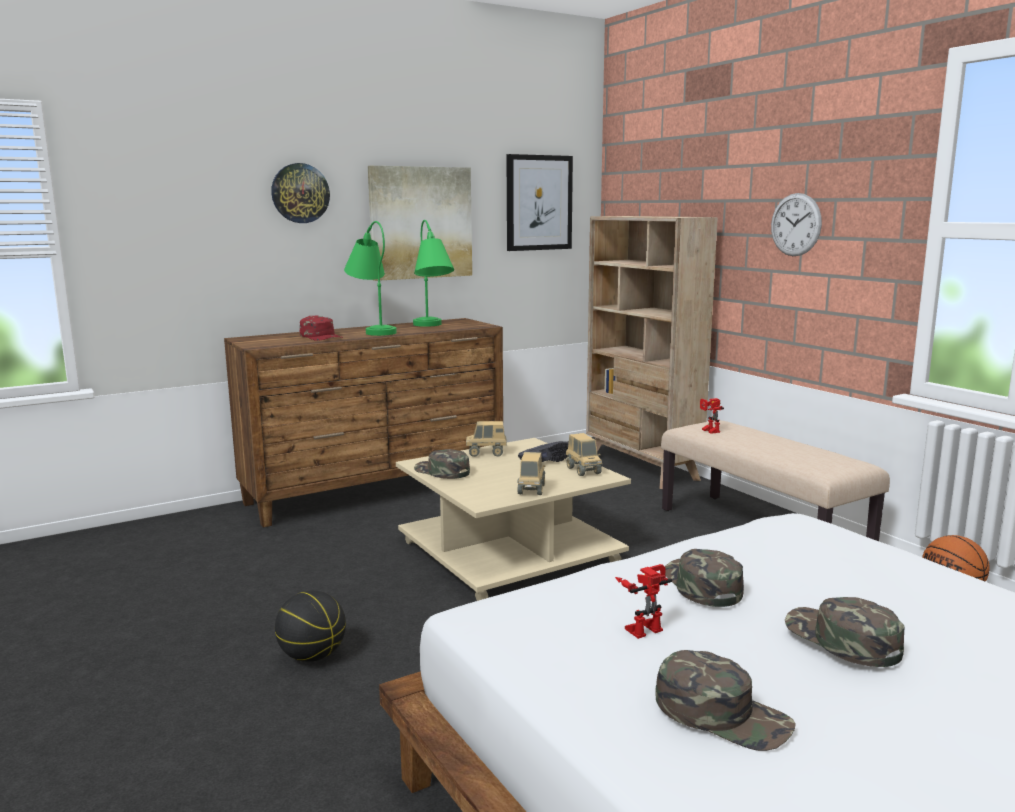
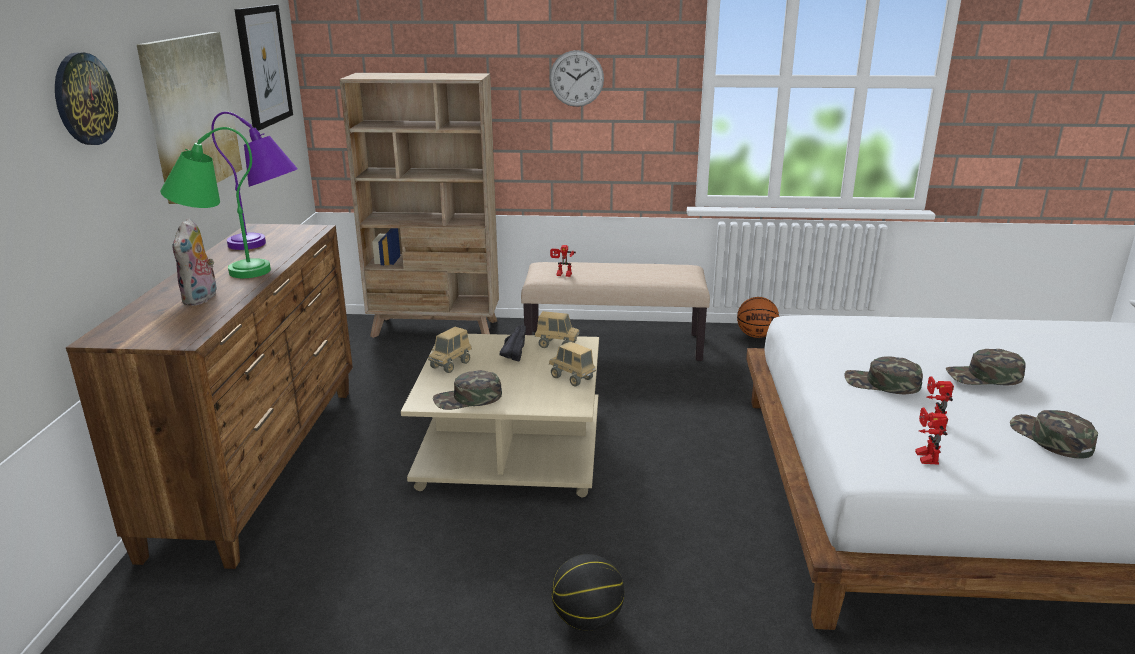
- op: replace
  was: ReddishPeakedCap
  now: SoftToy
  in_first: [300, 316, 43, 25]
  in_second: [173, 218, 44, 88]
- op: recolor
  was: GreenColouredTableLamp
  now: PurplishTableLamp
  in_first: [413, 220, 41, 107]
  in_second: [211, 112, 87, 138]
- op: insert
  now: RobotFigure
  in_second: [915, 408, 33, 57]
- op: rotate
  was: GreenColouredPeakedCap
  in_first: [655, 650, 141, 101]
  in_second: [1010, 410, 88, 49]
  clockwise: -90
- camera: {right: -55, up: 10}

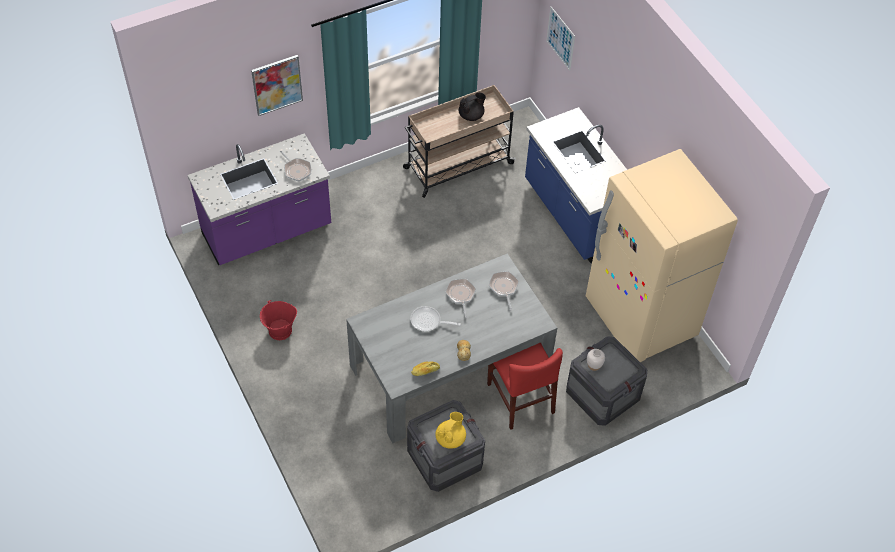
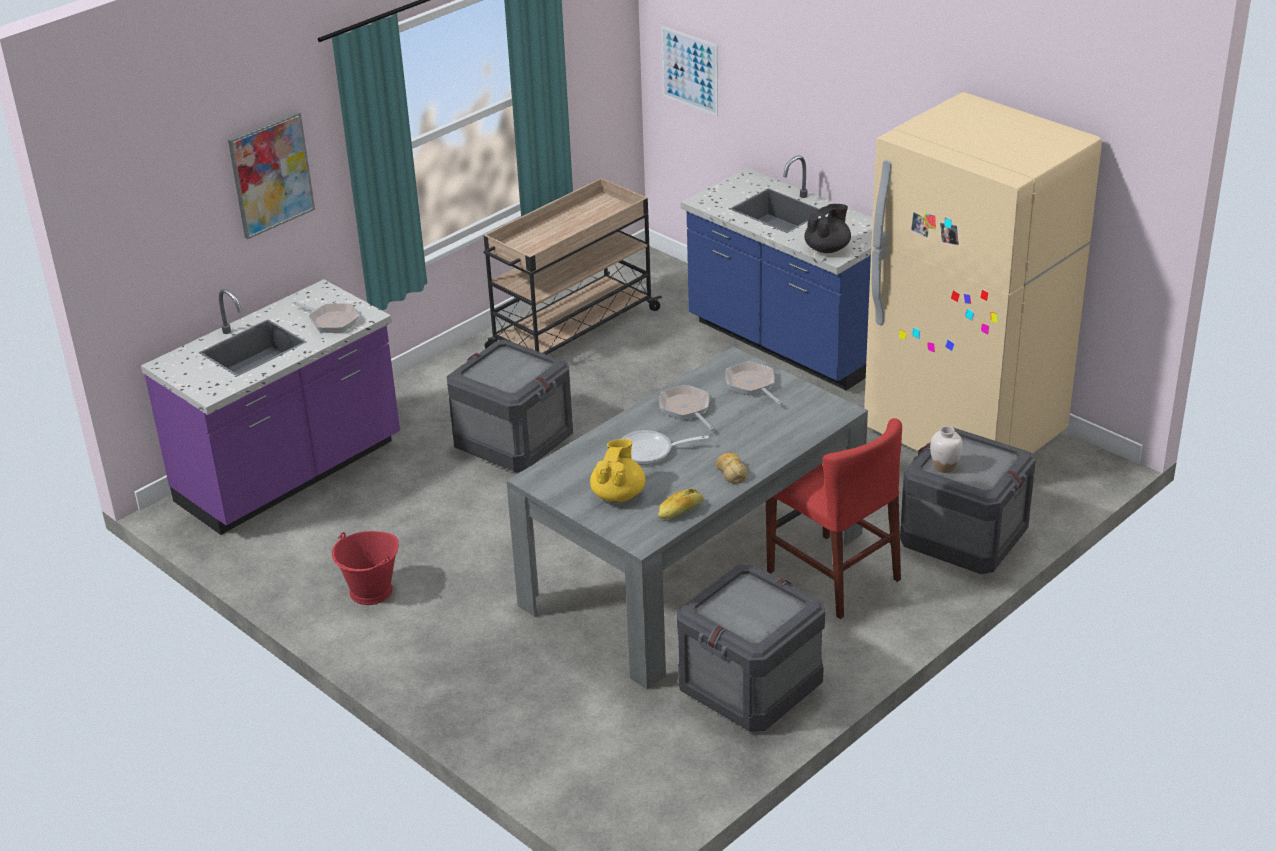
- op: insert
  now: PackingCrate
  in_second: [447, 340, 126, 132]
- op: move
  was: YellowTeapot
  in_first: [435, 412, 31, 37]
  in_second: [590, 439, 56, 63]
- op: move
  was: BlackTeapot
  in_first: [459, 92, 27, 29]
  in_second: [804, 204, 47, 49]
- camera: {right: -15, up: -20}

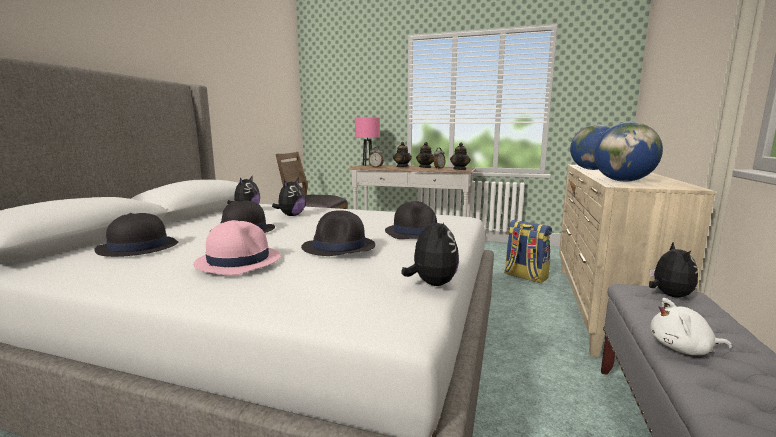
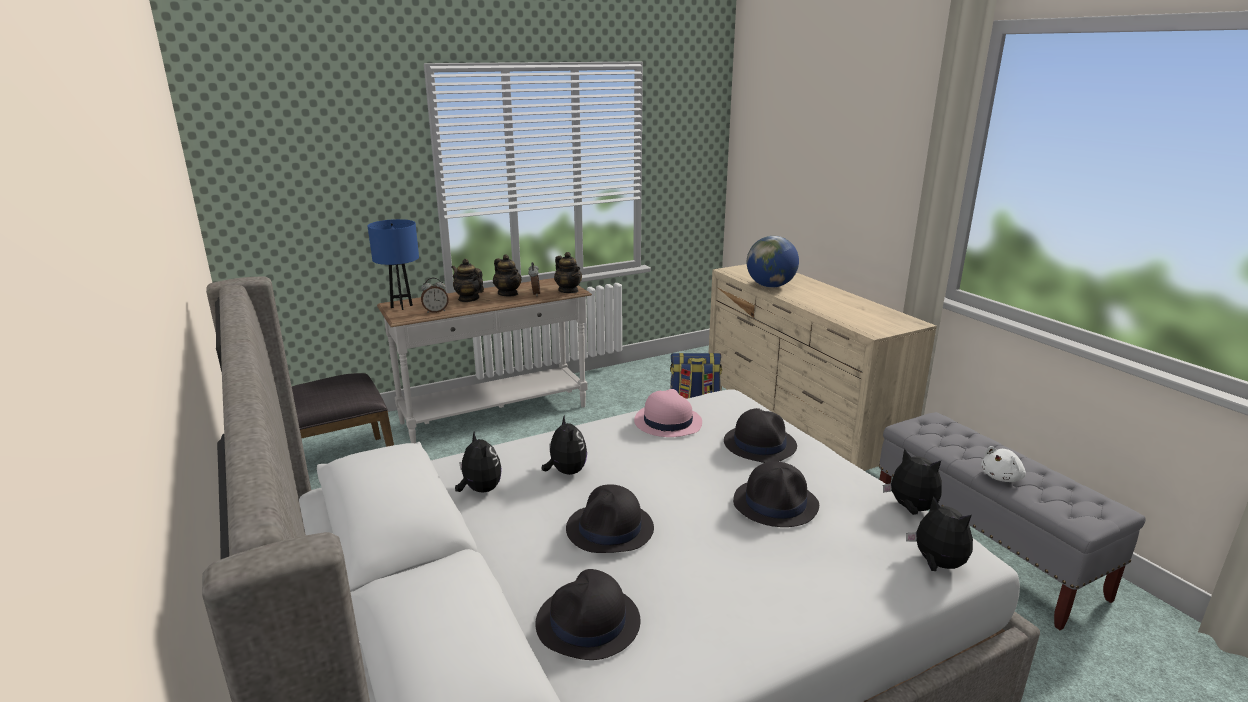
- op: recolor
  was: PinkColouredTableLamp
  now: BlueTableLamp
  in_first: [355, 117, 25, 49]
  in_second: [368, 219, 51, 91]
- op: move
  was: PinkColouredHat
  in_first: [193, 220, 88, 55]
  in_second: [634, 389, 68, 48]
- op: move
  was: SoftToy
  in_first: [649, 242, 49, 56]
  in_second: [906, 496, 67, 75]
- op: delete
  was: WorldGlobe
  in_first: [594, 122, 69, 60]
- camera: {right: -45, up: 10}

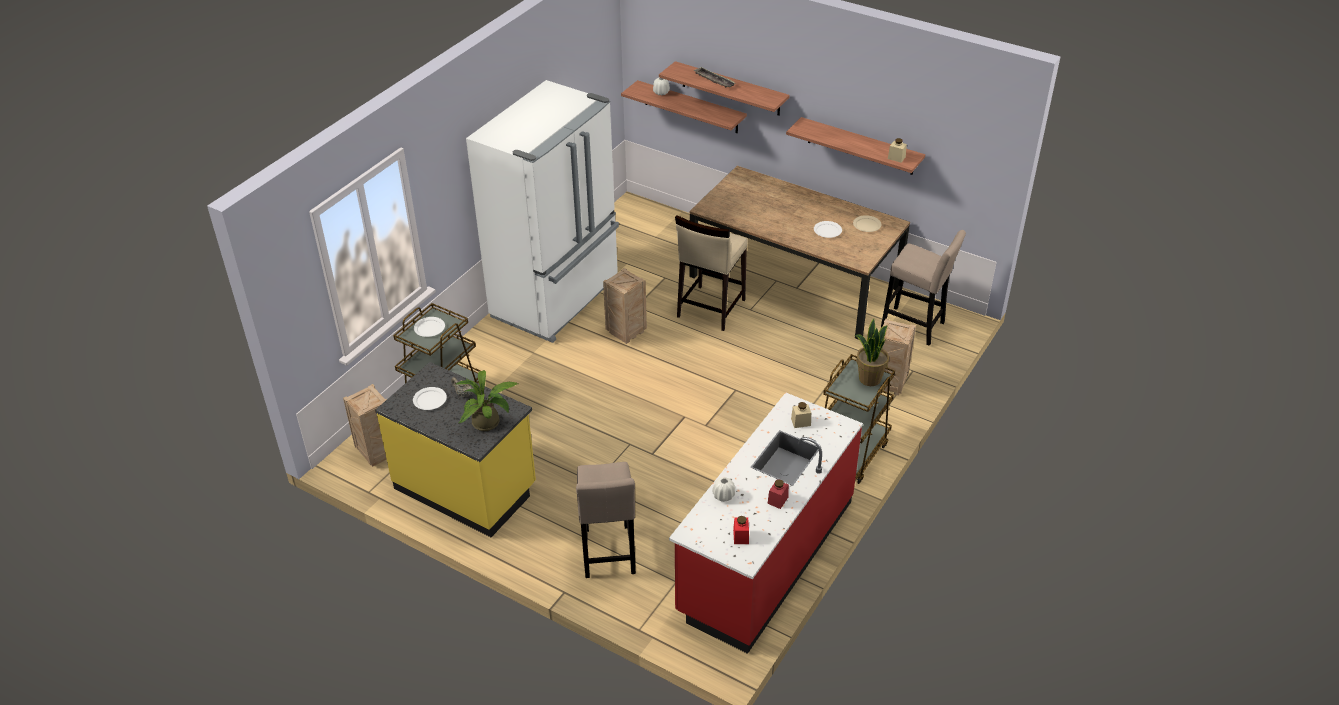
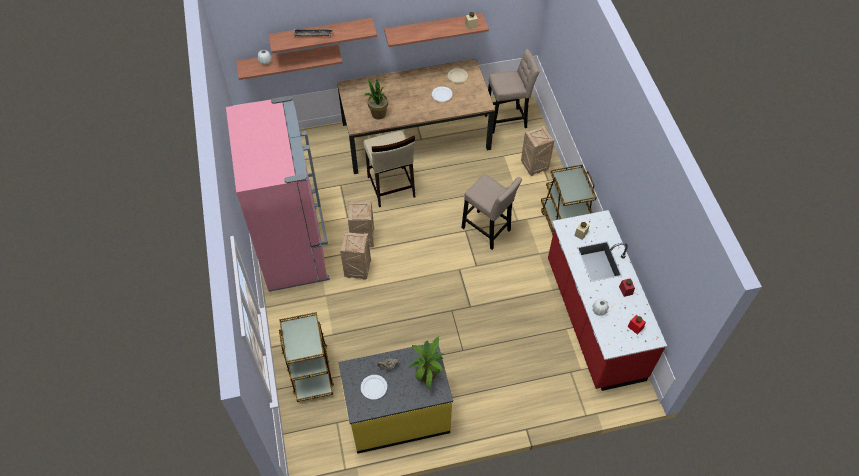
- op: recolor
  was: WhiteKitchenFridge
  now: PinkColouredKitchenFridge
  in_first: [466, 80, 153, 263]
  in_second: [226, 96, 104, 196]
- op: move
  was: PackingCrate
  in_first: [343, 384, 44, 83]
  in_second: [340, 231, 31, 49]
- op: move
  was: PlantInAPot
  in_first: [855, 319, 34, 67]
  in_second: [365, 78, 23, 41]
- op: move
  was: BeigeColouredStool
  in_first: [576, 462, 60, 116]
  in_second: [461, 174, 61, 76]
- op: delete
  was: WhiteDinnerPlate
  in_first: [414, 317, 31, 20]
- camera: {right: -45, up: 15}

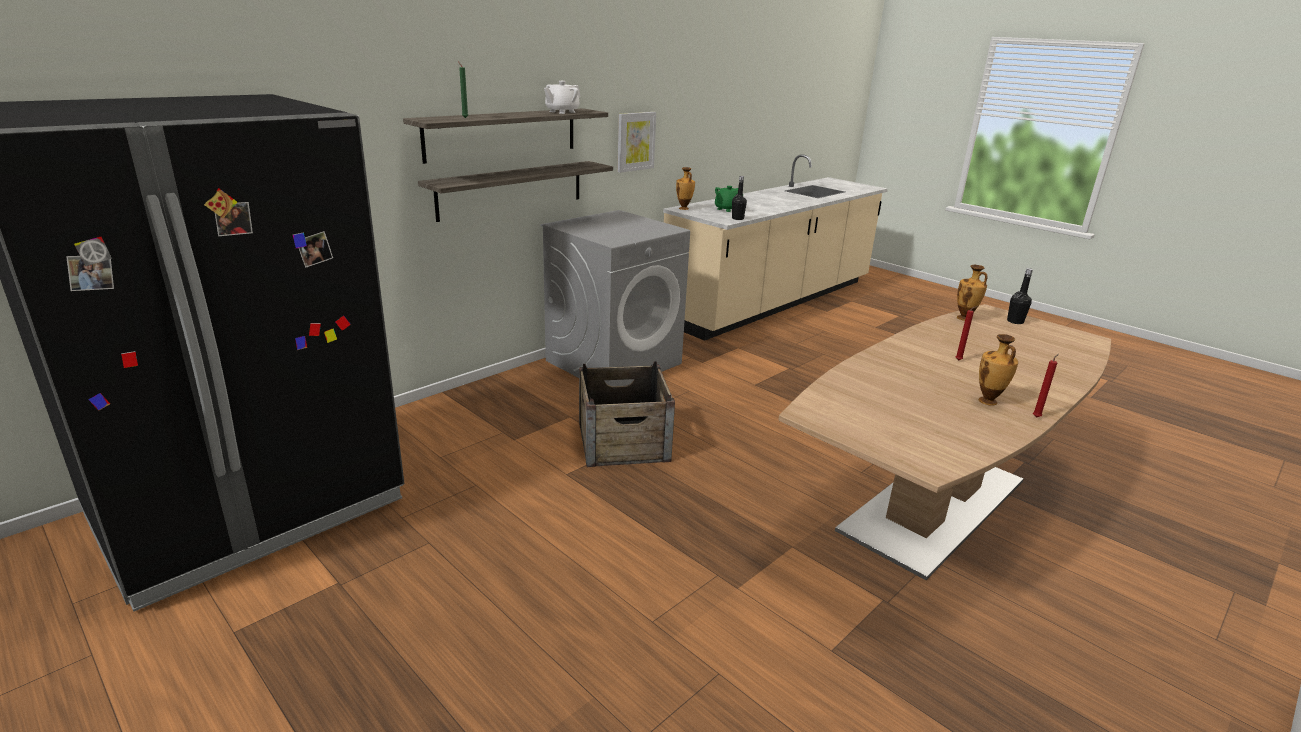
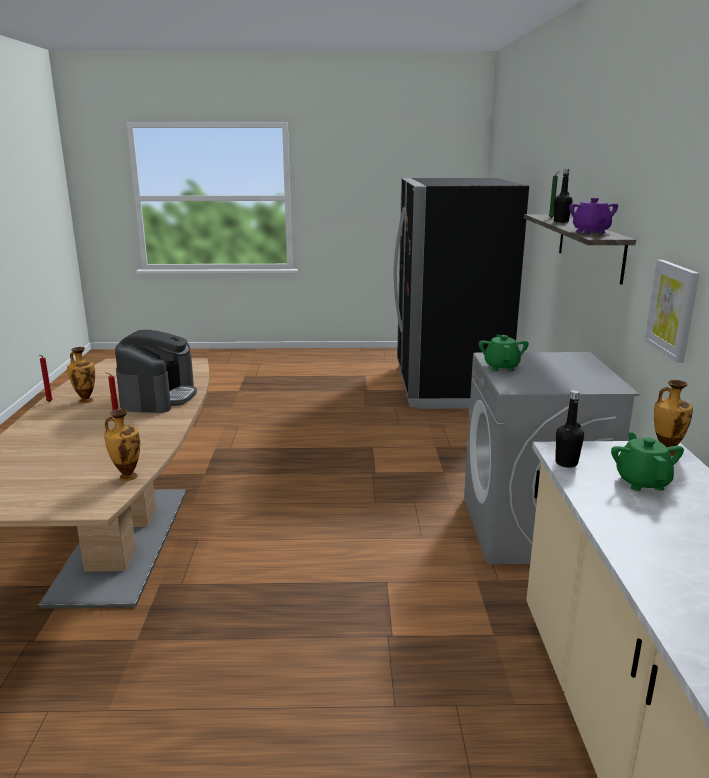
- op: insert
  now: CoffeeBrewer
  in_second: [115, 330, 82, 83]
- op: insert
  now: GreenColouredTeapot
  in_second: [478, 335, 51, 36]
- op: move
  was: BlackBottle
  in_first: [1007, 268, 26, 56]
  in_second: [554, 169, 19, 54]
- op: recolor
  was: WhiteTeapot
  now: PurplishTeapot
  in_first: [544, 81, 37, 33]
  in_second: [569, 197, 49, 37]
- op: delete
  was: WallShelf
  in_first: [418, 161, 195, 61]
- op: delete
  was: PackingCrate
  in_first: [579, 361, 96, 106]
- camera: {right: 135, up: -5}

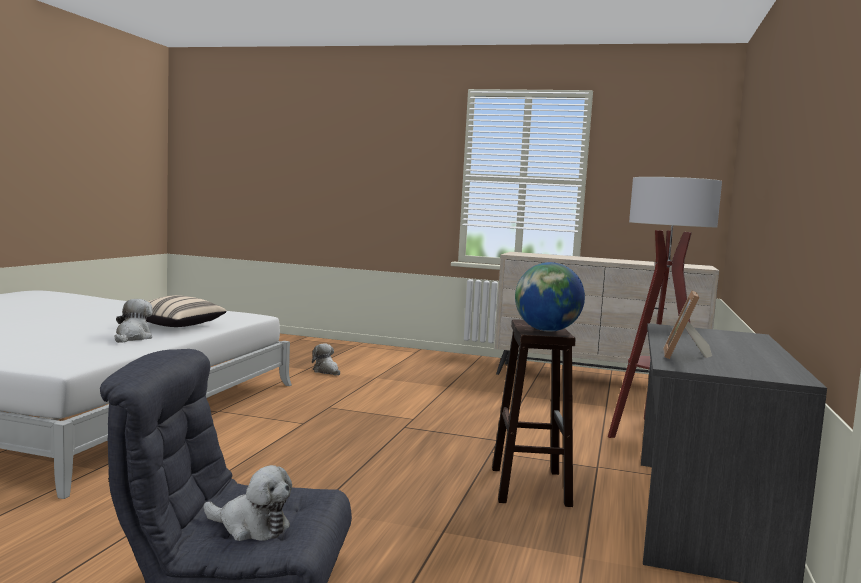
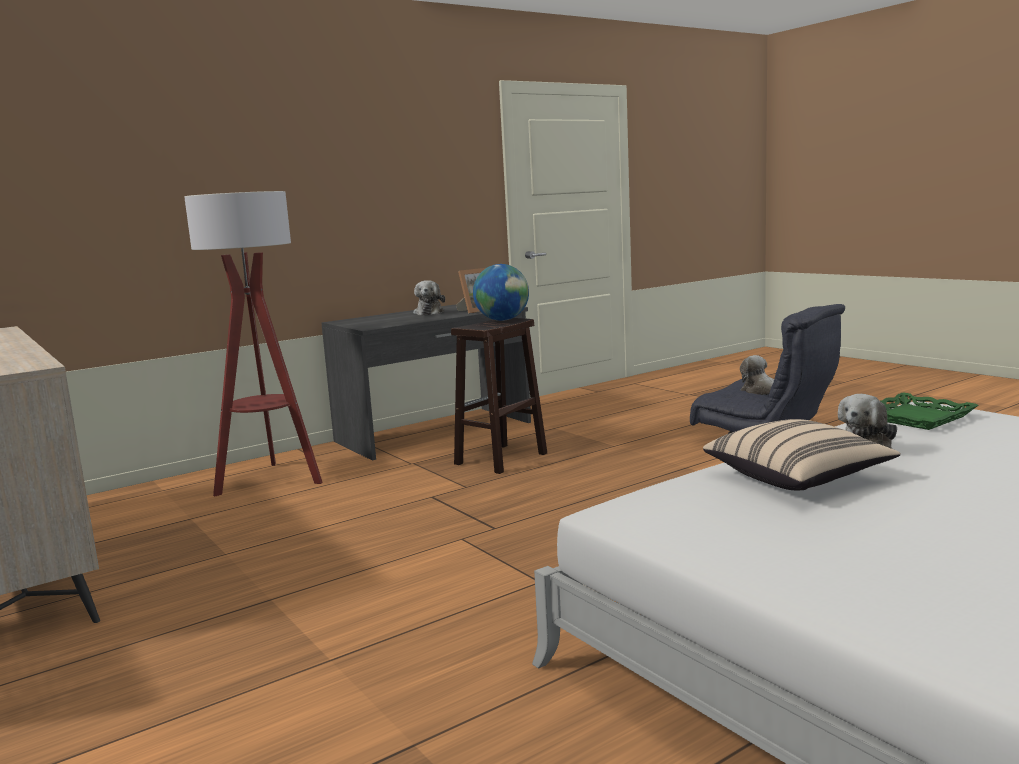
- op: move
  was: SoftToy
  in_first: [312, 343, 28, 33]
  in_second: [413, 280, 32, 35]
- op: insert
  now: GreenColouredCarryingTray
  in_second: [879, 392, 99, 38]
- camera: {right: -140, up: 5}

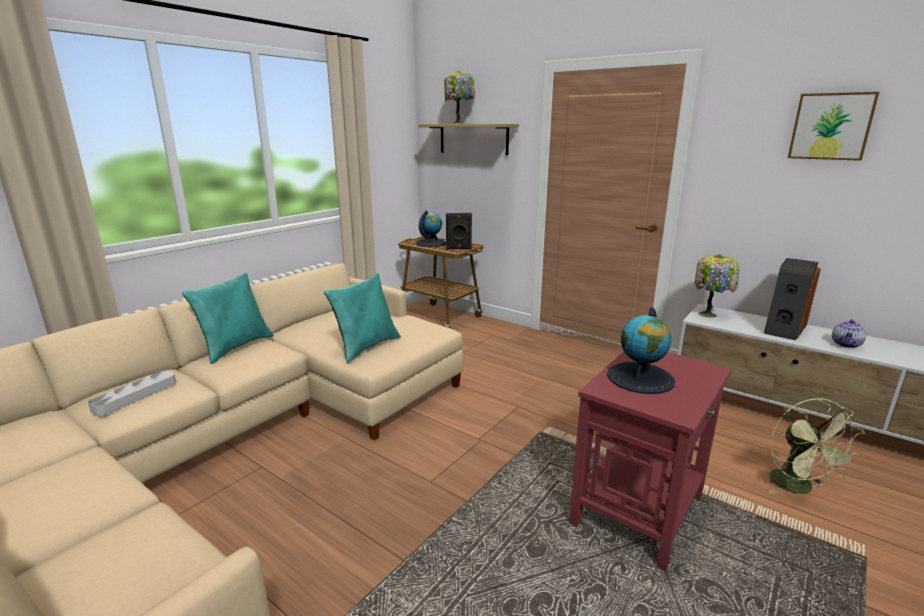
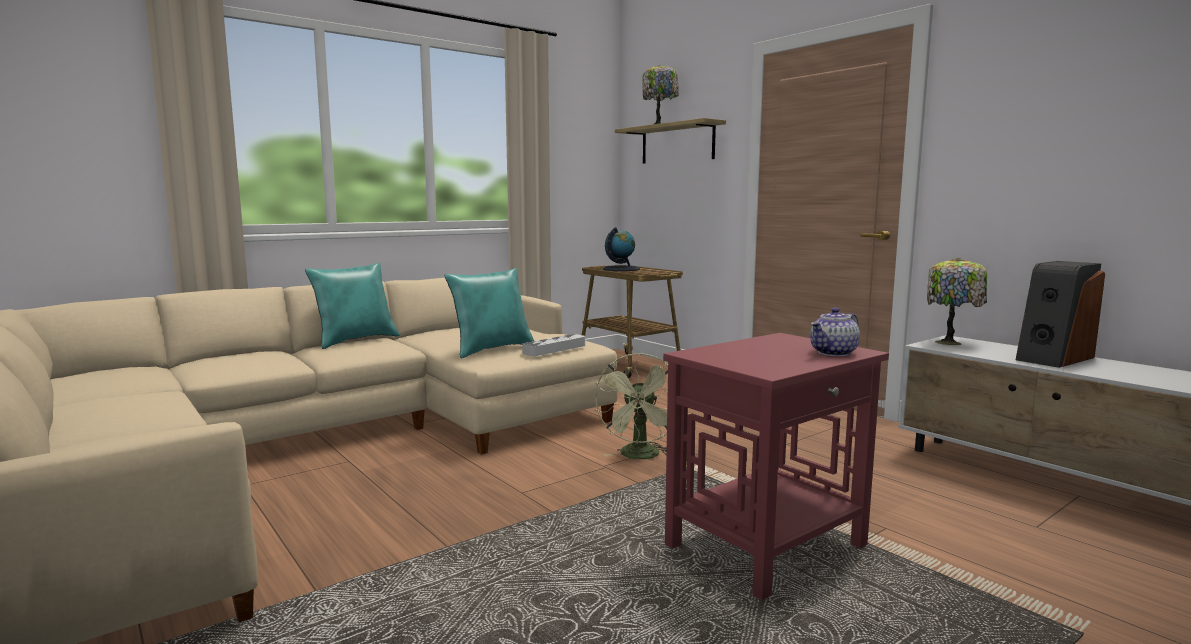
- op: move
  was: GreyCarryingTray
  in_first: [88, 370, 88, 46]
  in_second: [522, 334, 63, 22]
- op: move
  was: GreenColouredElectricFan
  in_first: [768, 398, 97, 96]
  in_second: [595, 353, 73, 106]
- op: move
  was: Teapot
  in_first: [832, 319, 34, 29]
  in_second: [810, 307, 50, 49]
- op: delete
  was: BlackSpeaker
  in_first: [446, 213, 26, 37]
- op: delete
  was: WorldGlobe
  in_first: [607, 307, 68, 87]
- op: delete
  was: Picture
  in_first: [788, 92, 91, 69]
- camera: {right: 15, up: -10}

